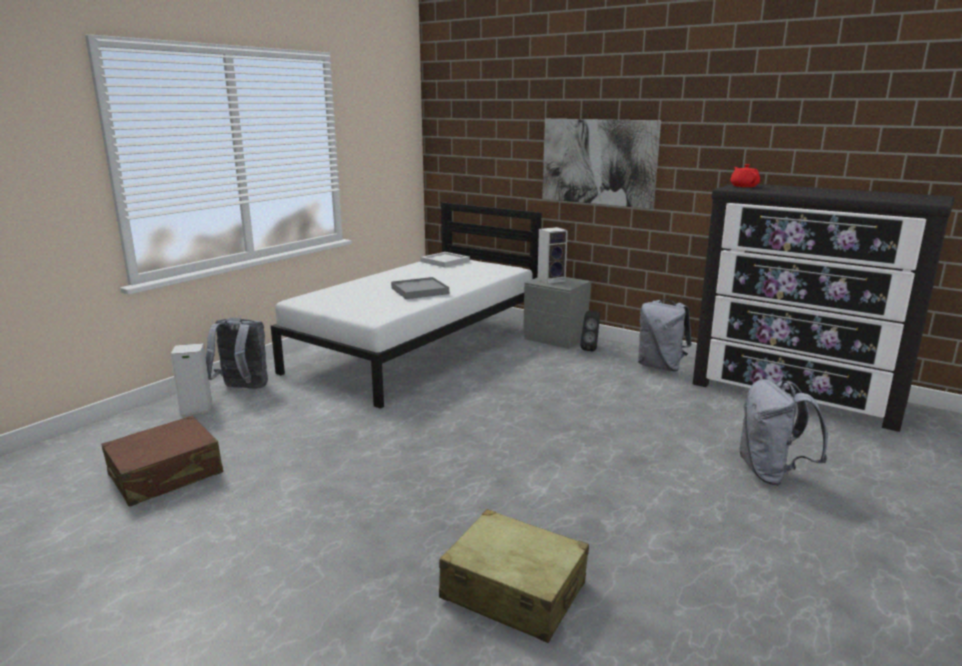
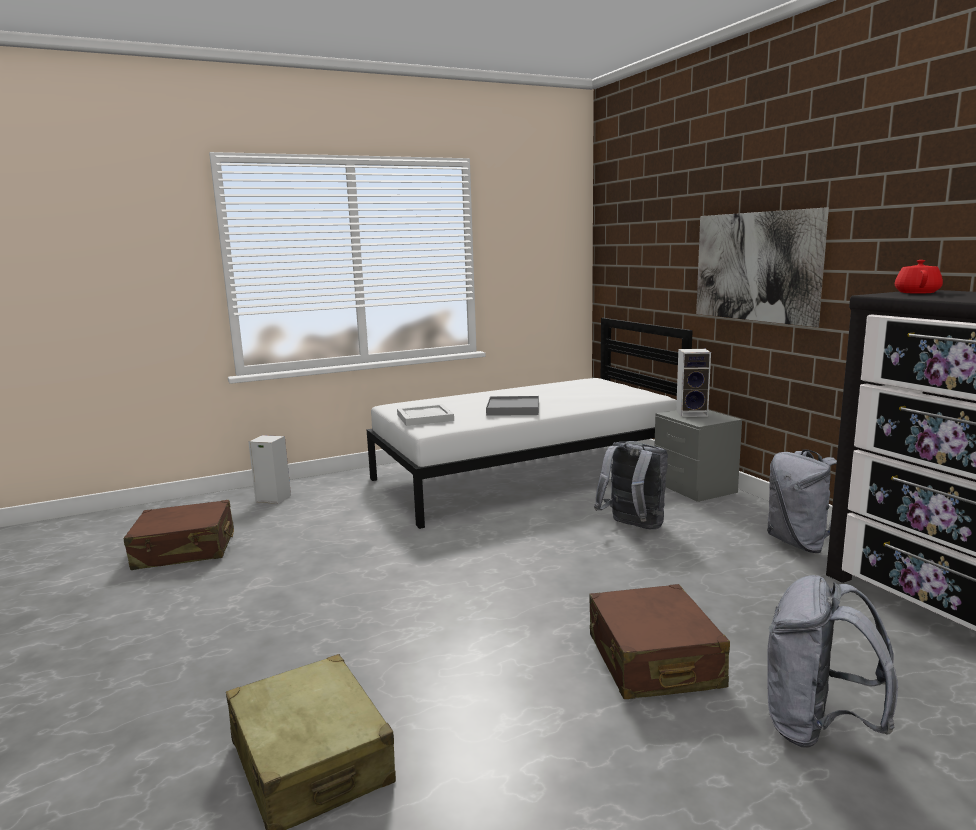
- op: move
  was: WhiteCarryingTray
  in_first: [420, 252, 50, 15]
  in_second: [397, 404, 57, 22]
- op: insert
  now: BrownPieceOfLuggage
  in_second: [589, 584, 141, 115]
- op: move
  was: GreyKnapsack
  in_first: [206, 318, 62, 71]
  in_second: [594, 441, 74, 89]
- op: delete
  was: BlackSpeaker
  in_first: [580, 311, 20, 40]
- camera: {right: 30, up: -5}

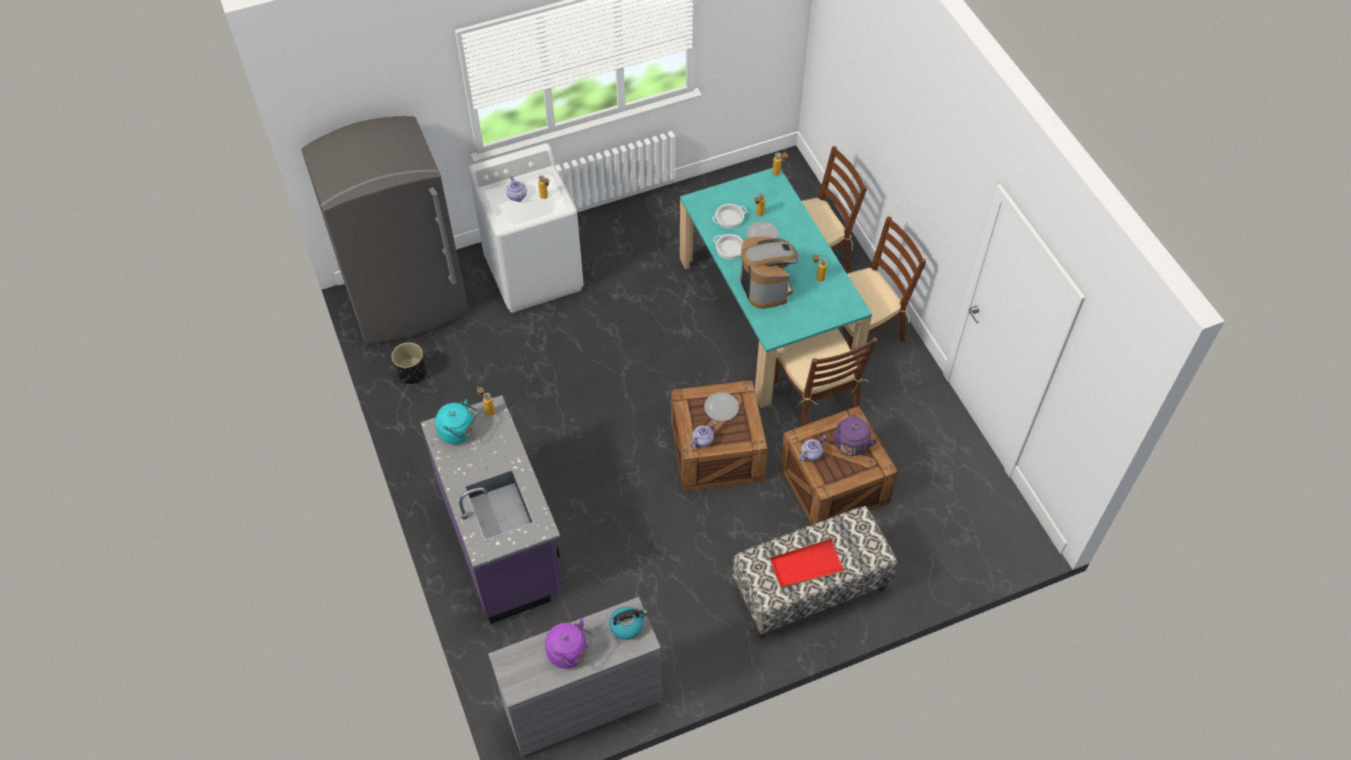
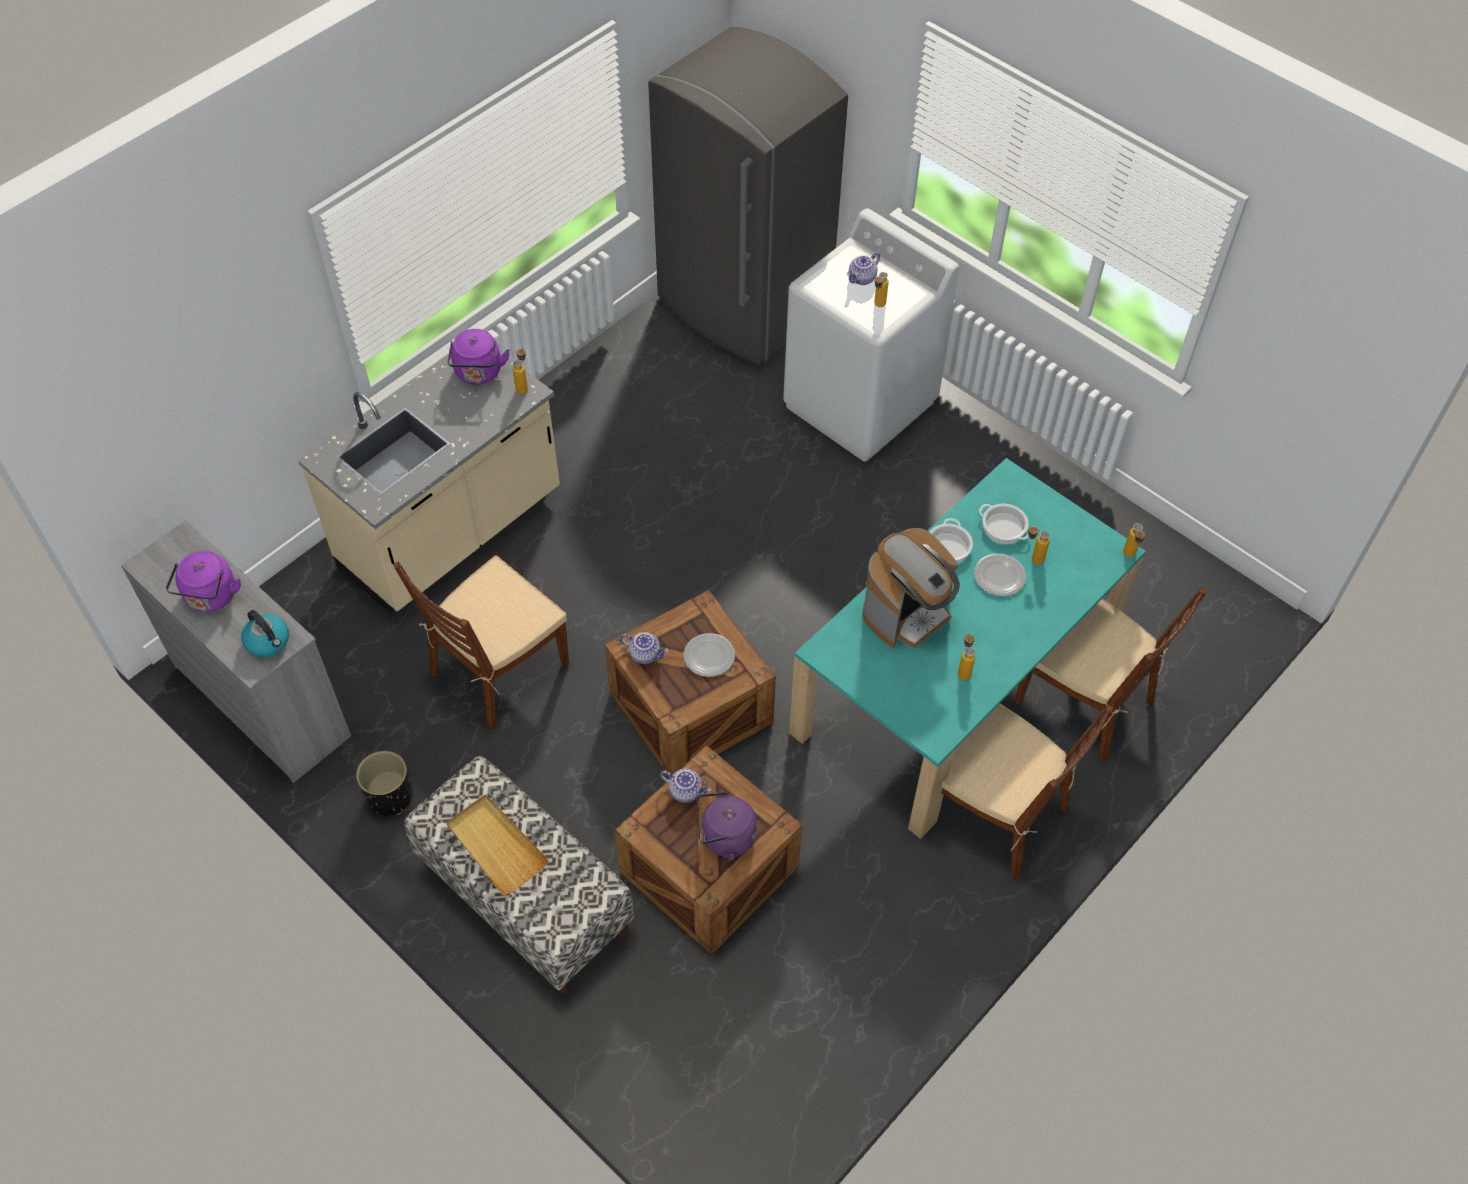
- op: recolor
  was: PurplishCounter
  now: BeigeColouredCounter
  in_first: [420, 395, 142, 229]
  in_second: [298, 352, 262, 261]
- op: move
  was: BlackFlowerPot
  in_first: [391, 342, 36, 43]
  in_second: [356, 751, 57, 65]
- op: move
  was: BrownChair
  in_first: [774, 328, 104, 98]
  in_second: [393, 555, 176, 175]
- op: recolor
  was: ReddishCarryingTray
  now: BeigeColouredCarryingTray
  in_first: [770, 538, 76, 51]
  in_second: [446, 794, 103, 101]
- op: recolor
  was: BlueGreenTeaKettle
  now: PurplishTeaKettle
  in_first: [435, 399, 43, 45]
  in_second: [448, 329, 62, 56]
- camera: {right: 65, up: 0}

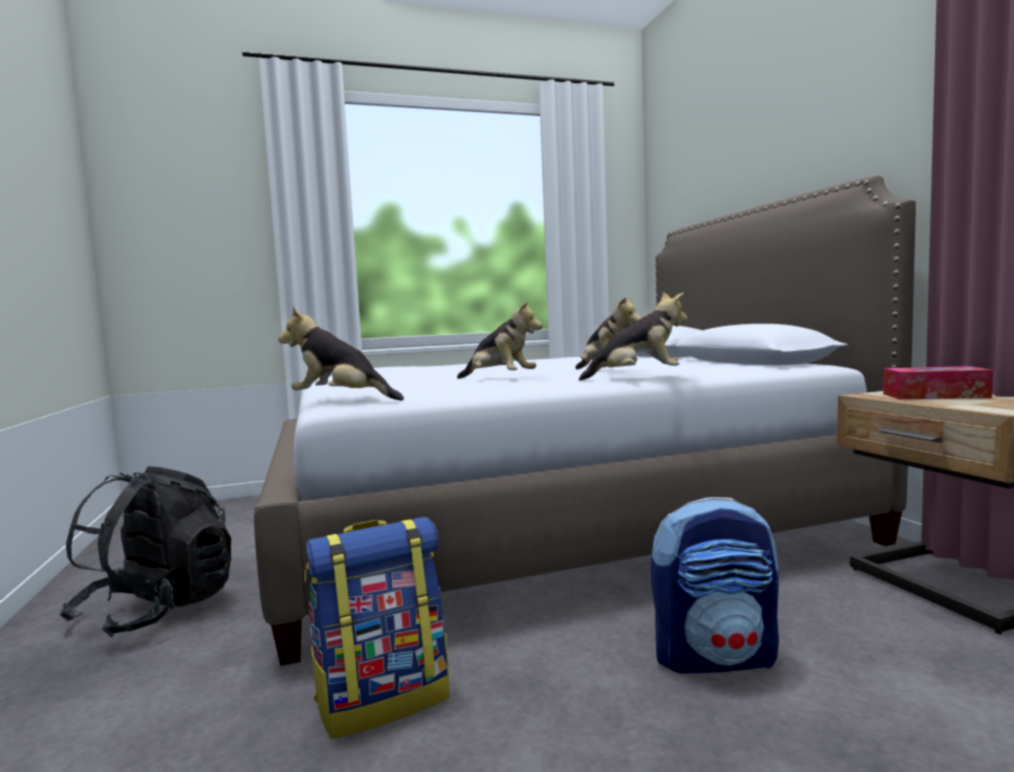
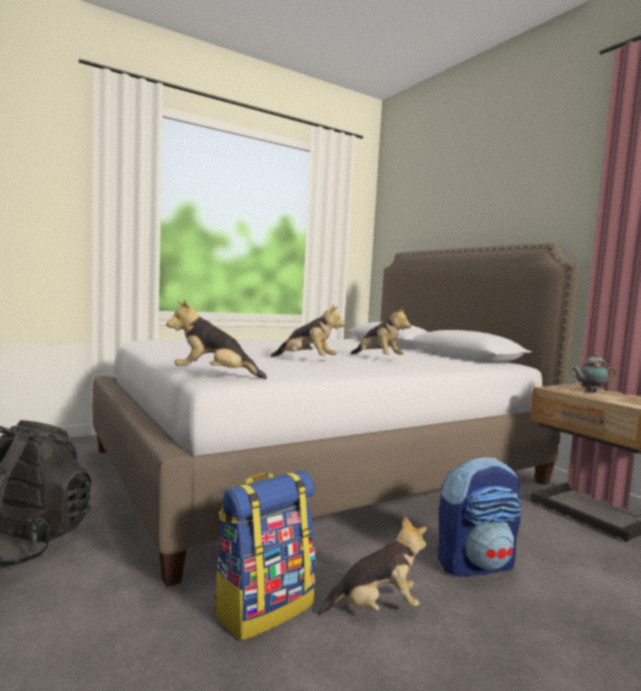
- op: move
  was: SoftToy
  in_first: [579, 292, 108, 89]
  in_second: [317, 516, 110, 99]
- op: replace
  was: BoxOfTissues
  now: Teapot
  in_first: [883, 366, 110, 33]
  in_second: [571, 354, 45, 38]
- camera: {right: -15, up: 0}

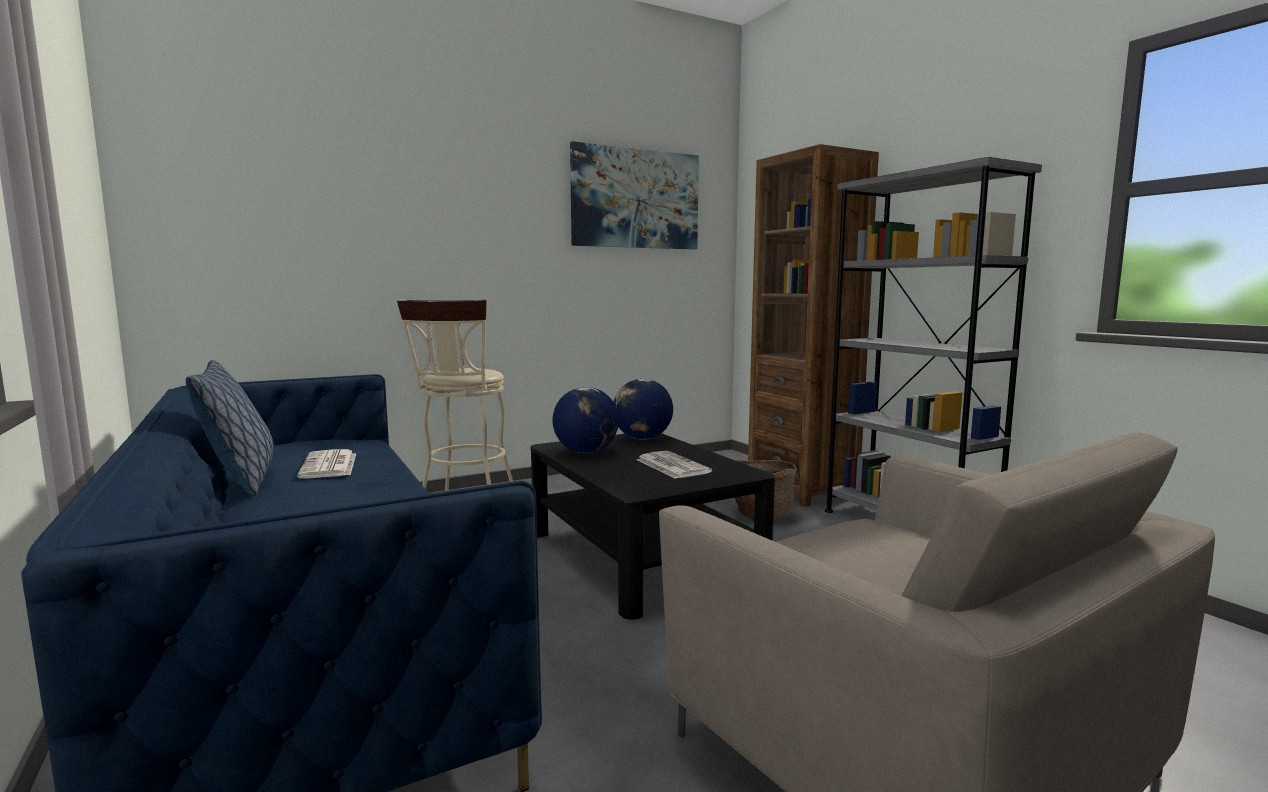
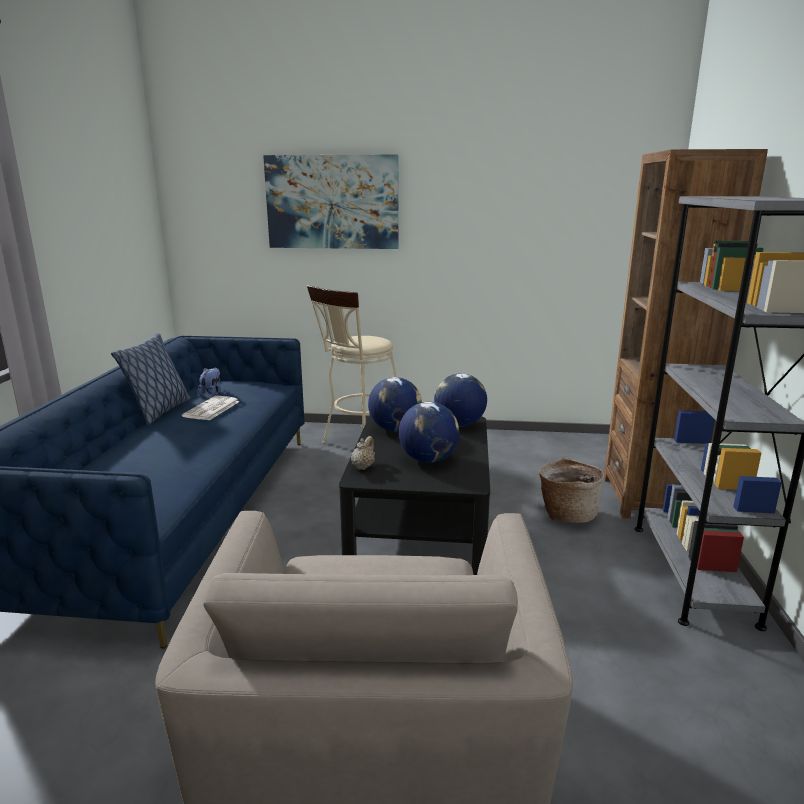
- op: insert
  now: SoftToy
  in_second: [198, 368, 23, 28]
- op: move
  was: Picture
  in_first: [570, 141, 129, 109]
  in_second: [263, 154, 136, 95]
- op: insert
  now: BeigeColouredTeapot
  in_second: [351, 436, 24, 34]
- op: replace
  was: PrintedPaper
  now: WorldGlobe
  in_first: [637, 451, 75, 28]
  in_second: [399, 402, 60, 61]
- camera: {right: 35, up: 10}

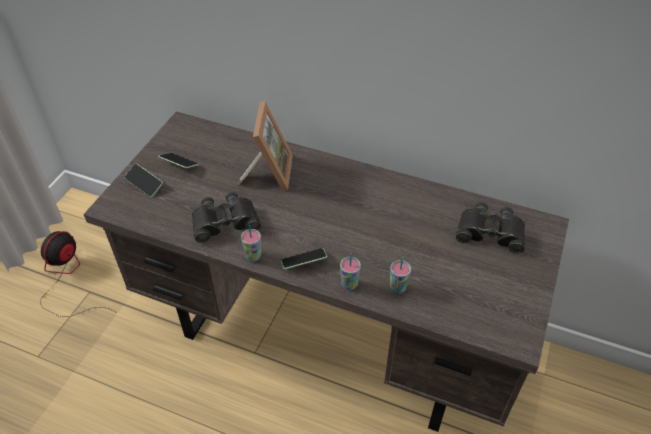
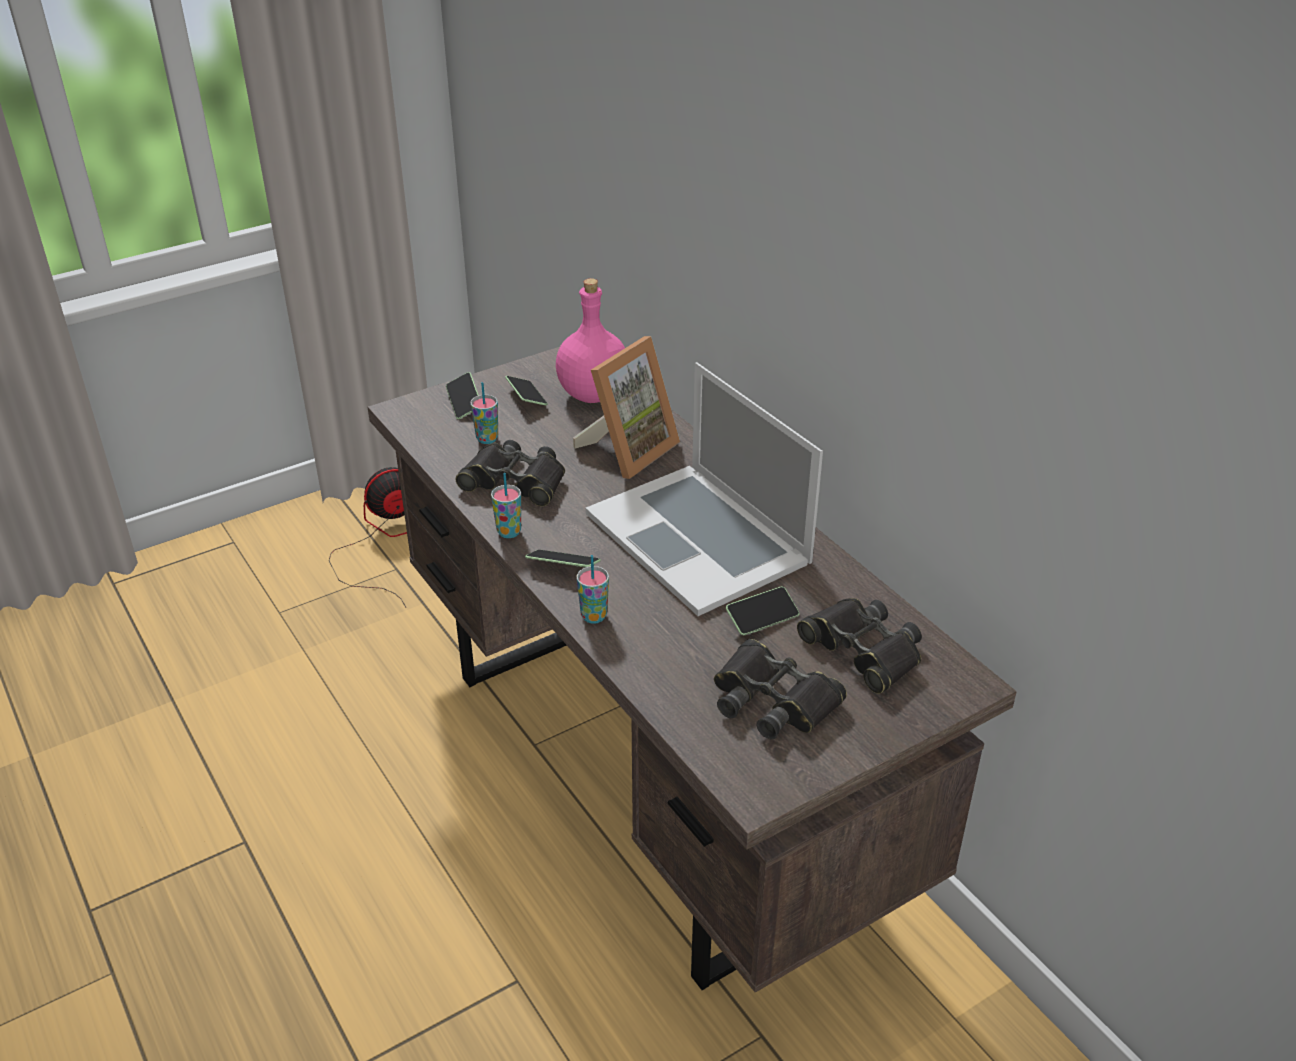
- op: move
  was: DrinkingCup
  in_first: [390, 257, 21, 37]
  in_second: [470, 382, 28, 62]
- op: insert
  now: PinkColouredBottle
  in_second: [556, 278, 69, 125]
- op: insert
  now: Laptop
  in_second: [585, 362, 238, 254]
- op: insert
  now: BlackPairOfBinoculars
  in_second: [714, 639, 133, 101]
- op: insert
  now: Telephone
  in_second: [726, 587, 74, 48]
- camera: {right: 35, up: -10}

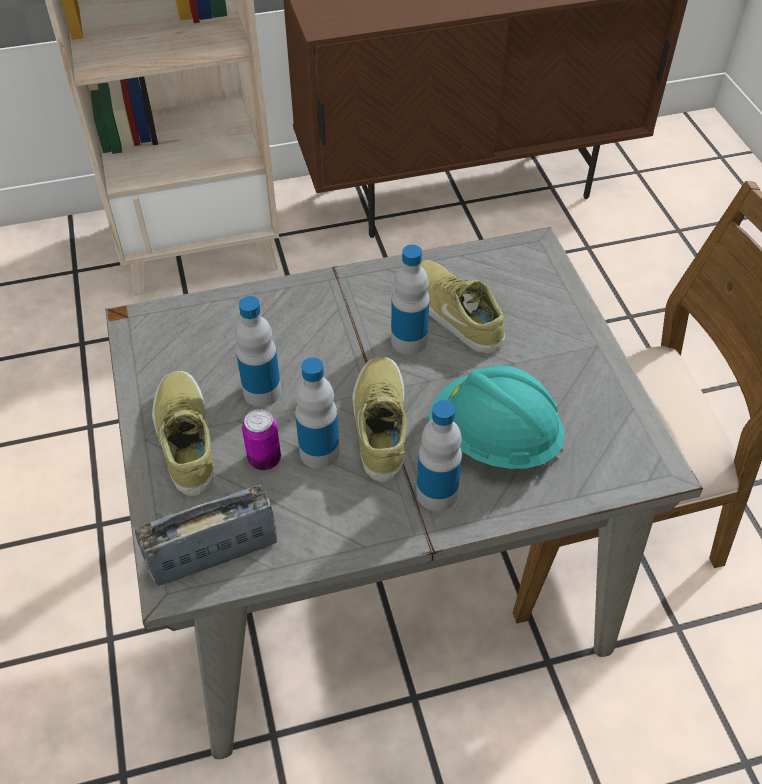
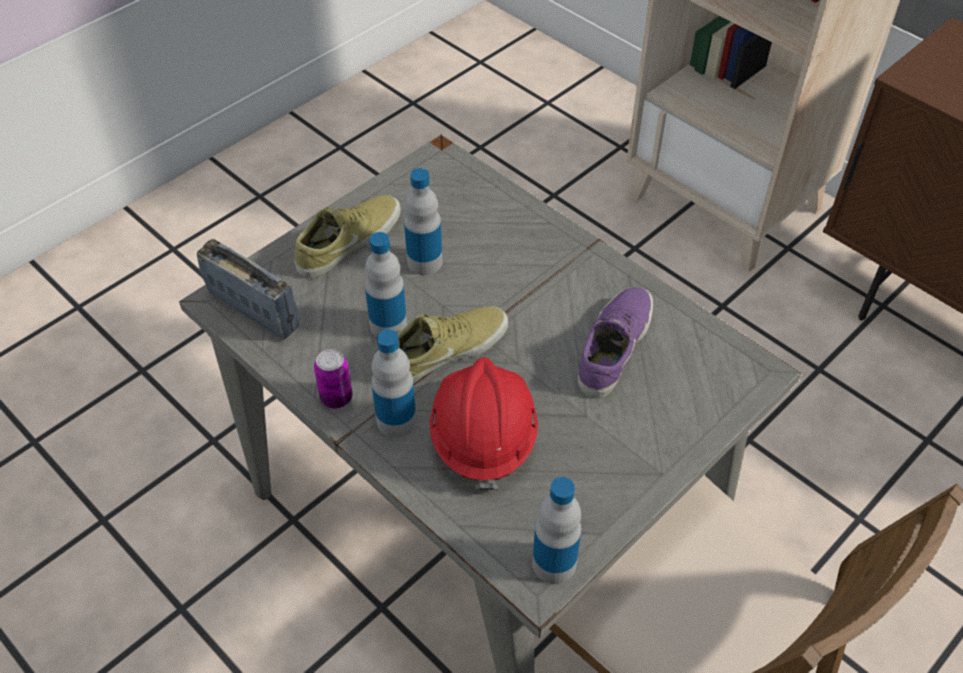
- op: move
  was: Can
  in_first: [242, 409, 39, 61]
  in_second: [314, 349, 39, 60]
- op: recolor
  was: BlueGreenWorkHelmet
  now: ReddishWorkHelmet
  in_first: [429, 365, 136, 104]
  in_second: [429, 357, 109, 133]
- op: move
  was: Bottle
  in_first: [391, 245, 39, 110]
  in_second: [532, 477, 49, 107]
- op: recolor
  was: BeigeColouredLowShoe
  now: PurplishLowShoe
  in_first: [420, 260, 85, 94]
  in_second: [578, 287, 75, 111]
- camera: {right: 60, up: 0}

